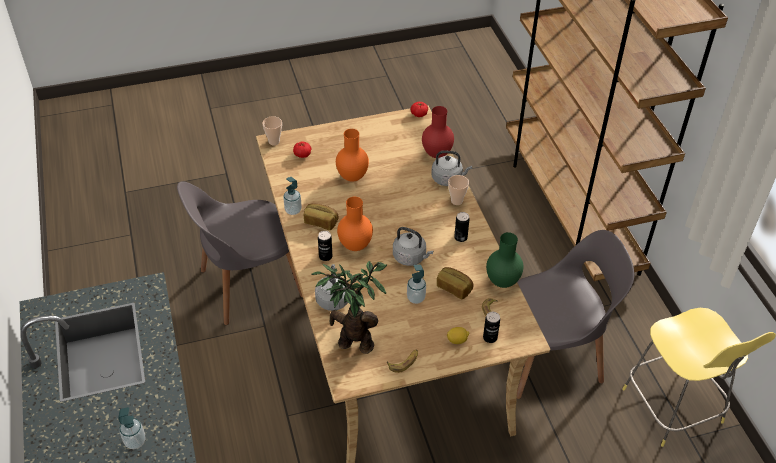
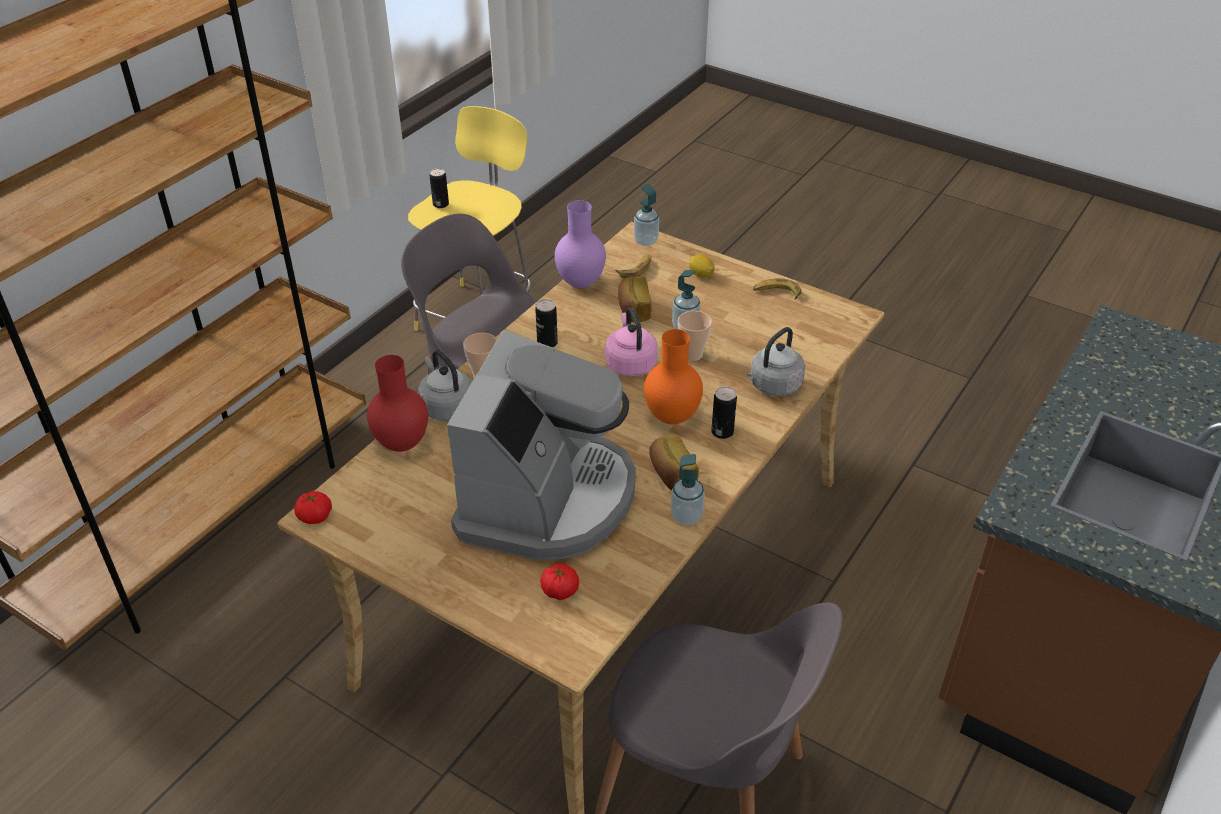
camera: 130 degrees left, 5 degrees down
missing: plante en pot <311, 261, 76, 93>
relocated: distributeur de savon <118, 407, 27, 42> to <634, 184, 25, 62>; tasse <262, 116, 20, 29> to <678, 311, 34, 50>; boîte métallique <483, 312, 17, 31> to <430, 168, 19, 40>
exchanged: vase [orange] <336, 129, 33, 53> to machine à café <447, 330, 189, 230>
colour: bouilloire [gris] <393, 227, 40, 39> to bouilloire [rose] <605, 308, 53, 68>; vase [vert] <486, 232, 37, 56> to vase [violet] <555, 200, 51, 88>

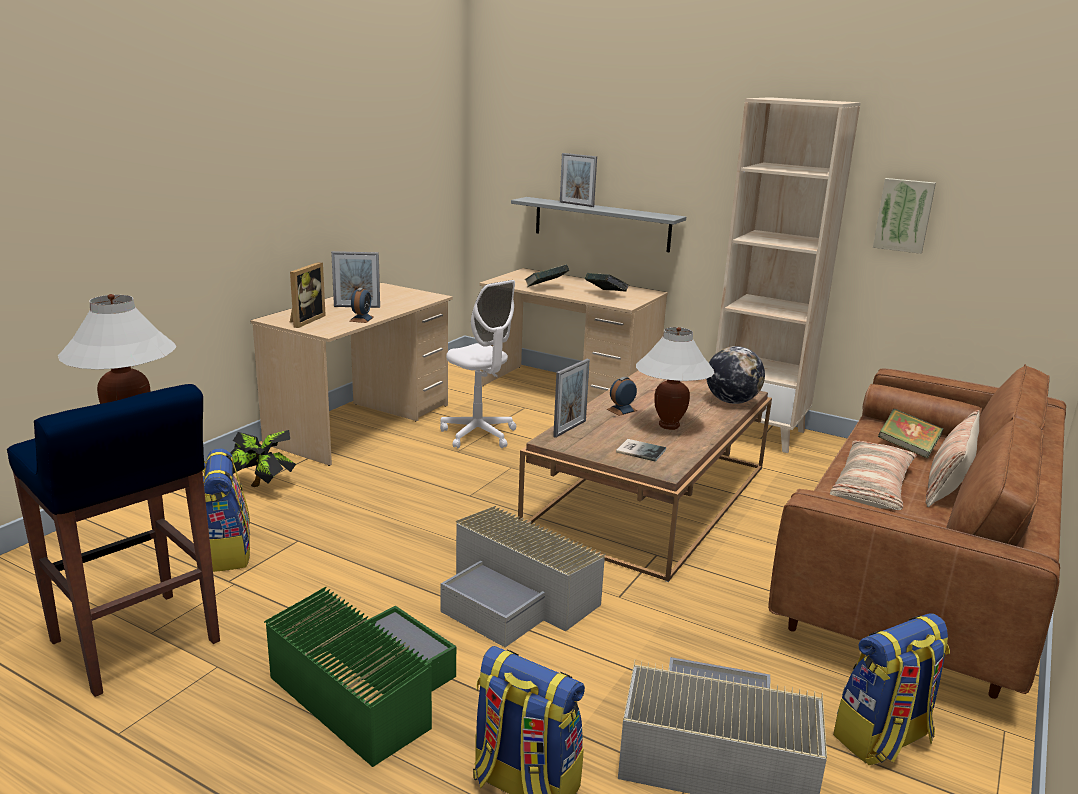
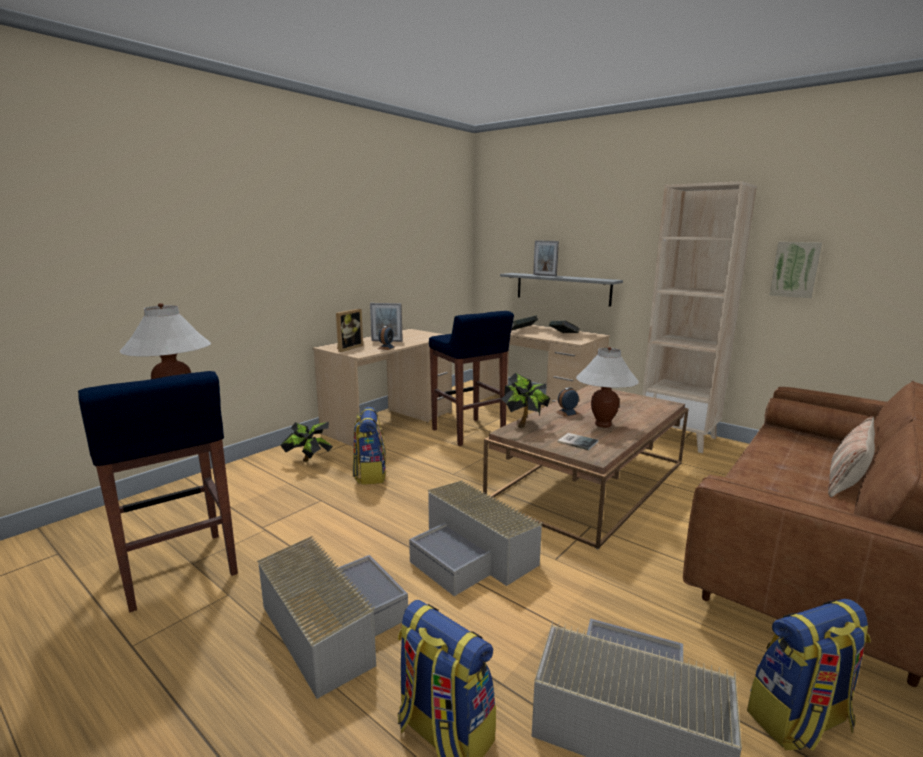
camera: 10 degrees right, 5 degrees down
missing: globe <706, 346, 59, 58>; coussin <830, 440, 87, 70>; livre <878, 409, 66, 50>
relocated: sac à dos <203, 448, 47, 124> to <353, 407, 33, 78>
exchanged: chaise de bureau [blanc] <440, 280, 76, 168> to tabouret [bleu] <429, 311, 85, 135>; cadre photo <553, 359, 37, 79> to plante en pot <501, 372, 49, 56>
colour: boîte de rangement [vert] <264, 586, 192, 181> to boîte de rangement [gris] <257, 536, 151, 163>

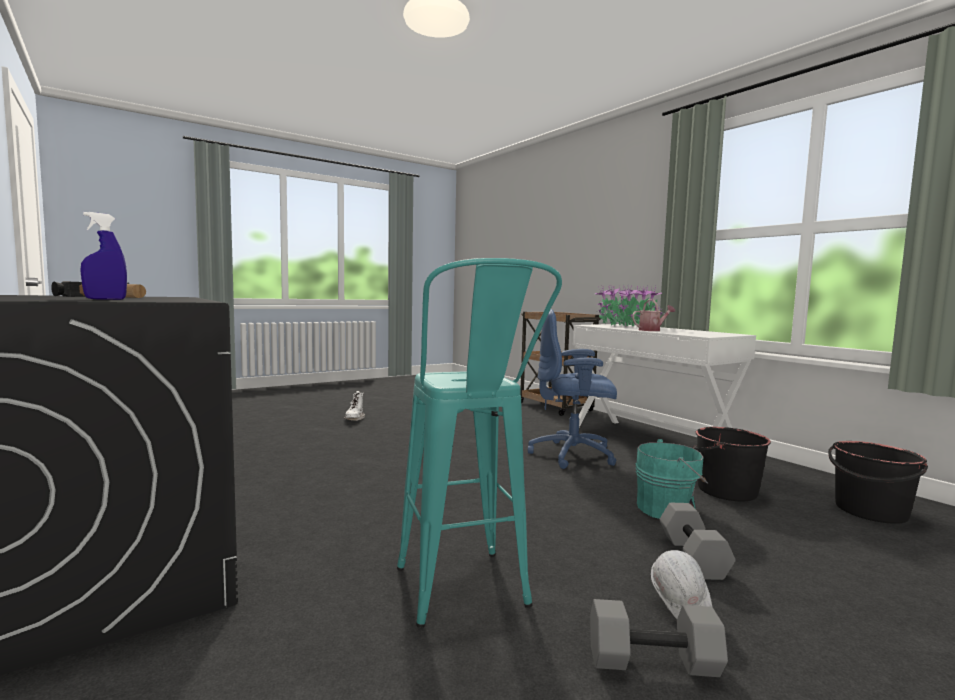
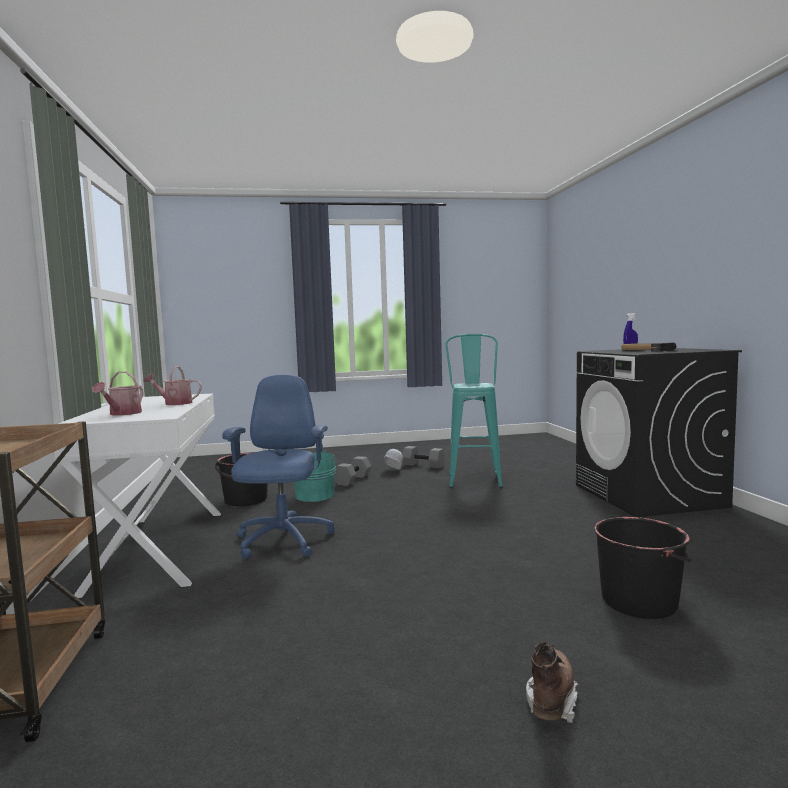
camera: 155 degrees left, 0 degrees up
relocated: seau [noir] <828, 441, 100, 83> to <594, 517, 98, 102>
exchanged: plante en pot <595, 284, 68, 42> to arrosoir <92, 372, 51, 44>
colour: botte [blanc] <344, 391, 21, 30> to botte [marron] <526, 641, 53, 82>
spun: chaise de bureau [bleu] <528, 309, 89, 160> = <222, 375, 113, 184> 120 degrees counterclockwise

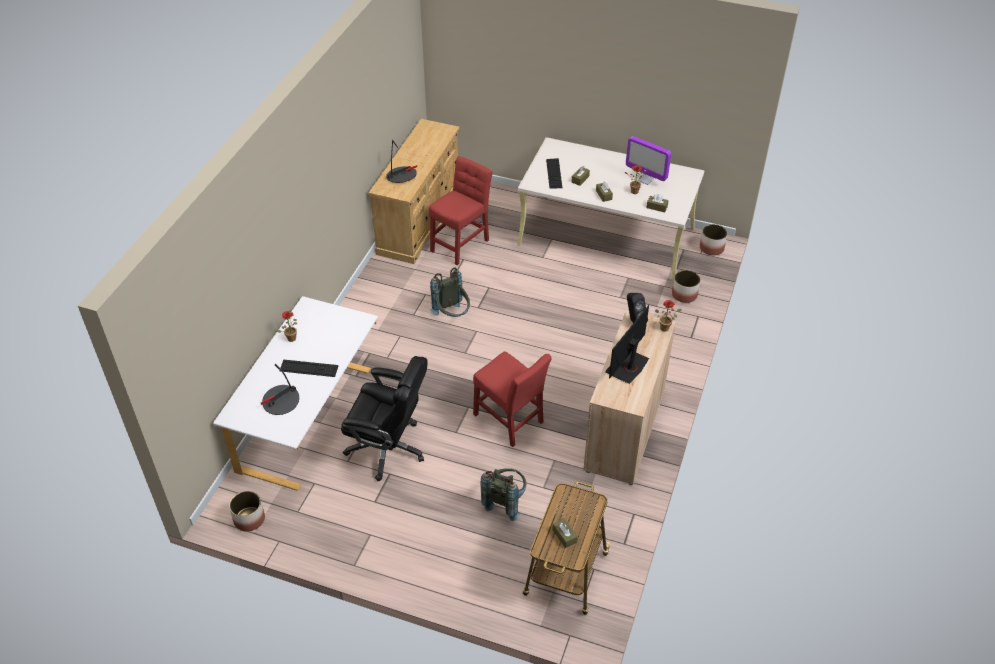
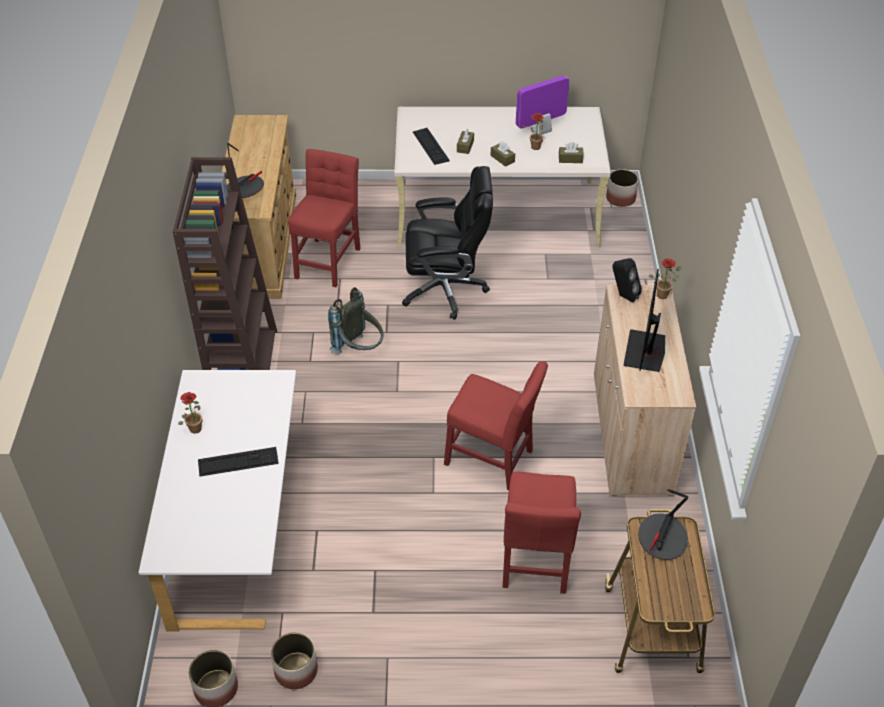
camera: 20 degrees left, 0 degrees up
missing: boîte à mouchoirs [marron] <552, 518, 25, 30>
appeared: bibliothèque [marron] <173, 157, 104, 213>
relocated: lampe de table <261, 364, 38, 51> to <638, 489, 50, 71>; chaise de bureau [noir] <341, 356, 86, 125> to <402, 166, 91, 154>; cache-pot <672, 270, 28, 33> to <271, 632, 47, 57>
exchanged: sac à dos [gris] <480, 468, 47, 53> to chaise [rouge] <503, 471, 78, 123>
spun: écran d'ordinateur <626, 136, 45, 49> = <516, 75, 53, 60> 135 degrees clockwise

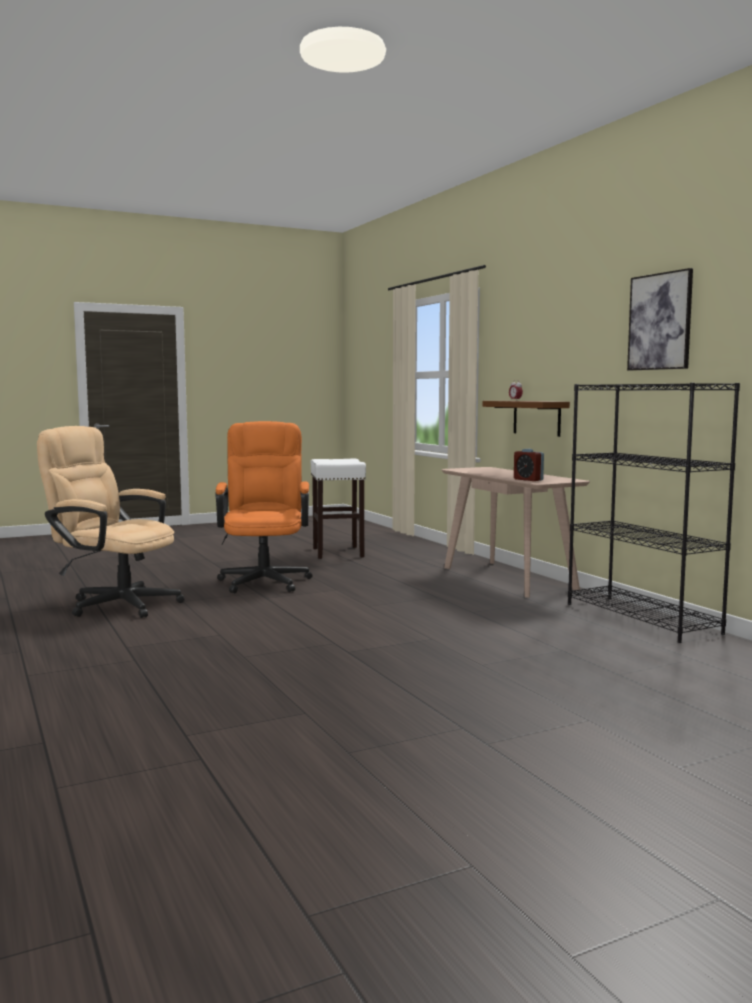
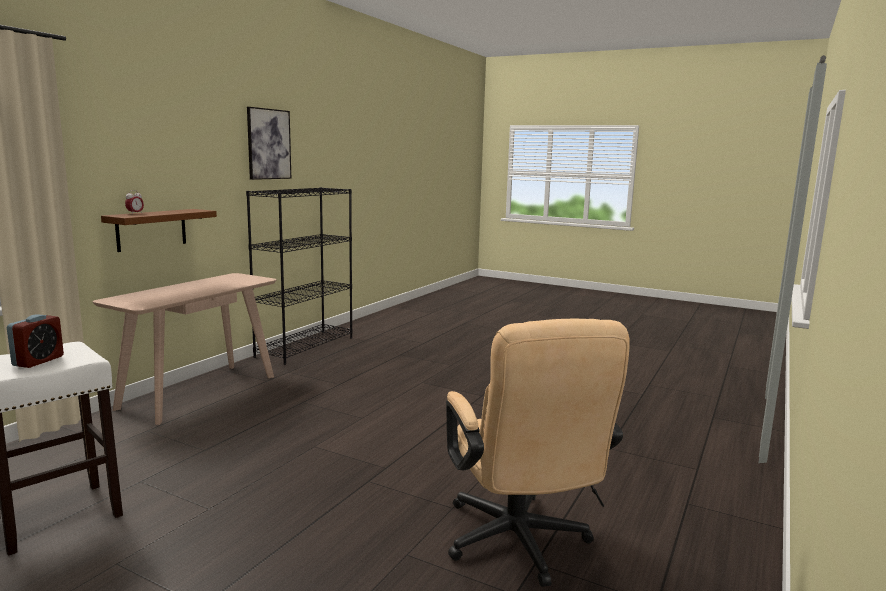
camera: 125 degrees left, 5 degrees up
missing: chaise de bureau [orange] <215, 421, 97, 172>
relocated: réveil <514, 449, 30, 32> to <7, 314, 57, 54>

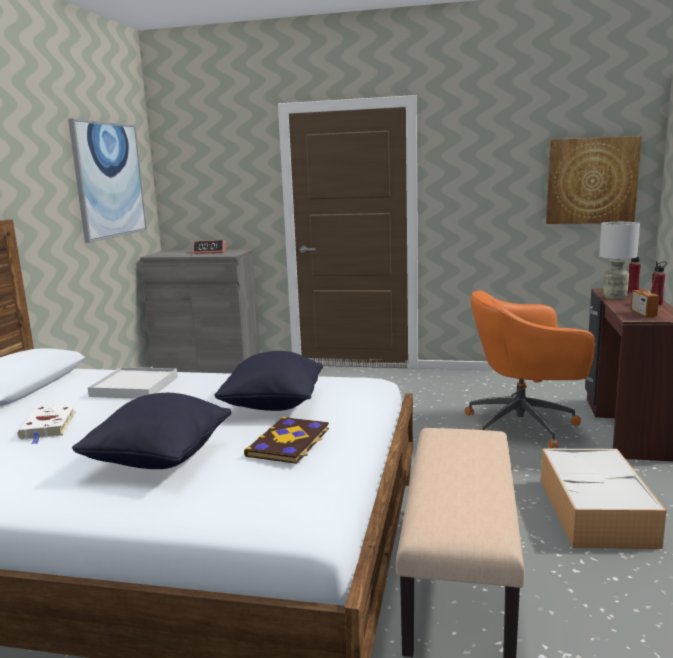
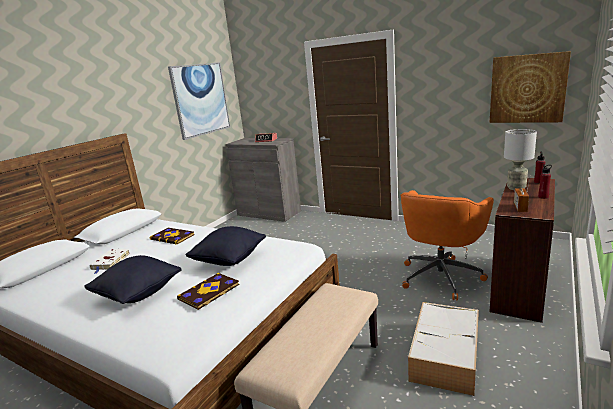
camera: 20 degrees right, 5 degrees up
exchanged: plateau [blanc] <88, 367, 90, 32> to livre <150, 228, 45, 17>
spun: chaise de bureau [orange] <465, 290, 130, 159> = <400, 190, 94, 111> 75 degrees counterclockwise

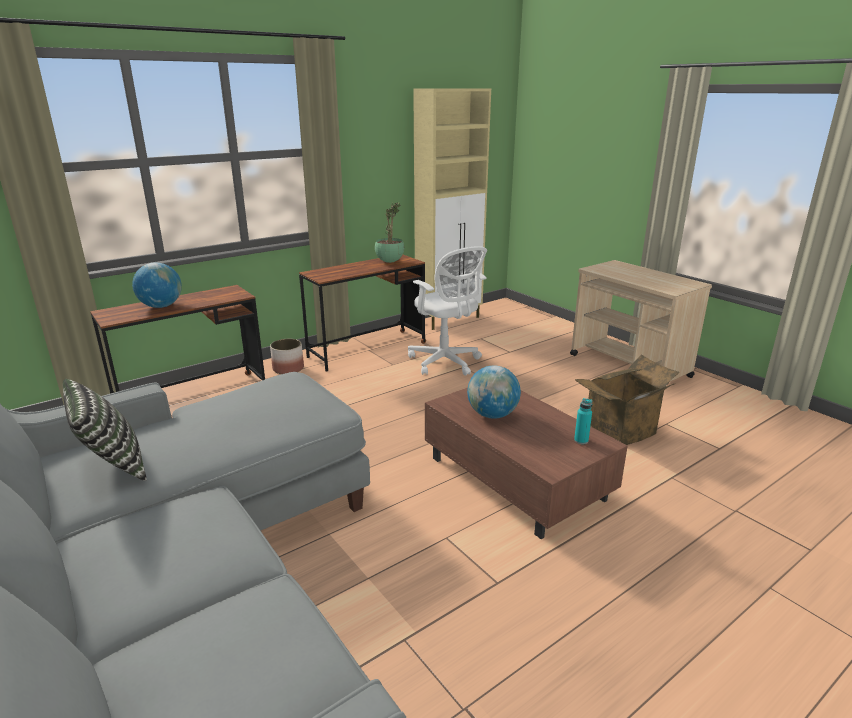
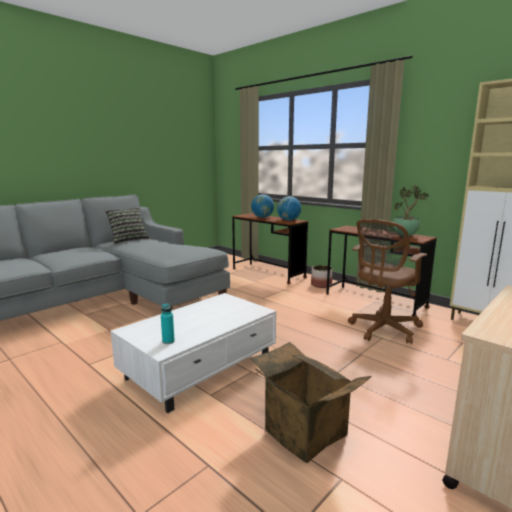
camera: 80 degrees right, 10 degrees down
relocated: globe <467, 365, 54, 54> to <277, 196, 24, 25>
colour: chaise de bureau [blanc] <408, 246, 79, 130> to chaise de bureau [marron] <348, 219, 79, 125>; table basse [marron] <425, 388, 203, 151> to table basse [blanc] <111, 293, 165, 120>

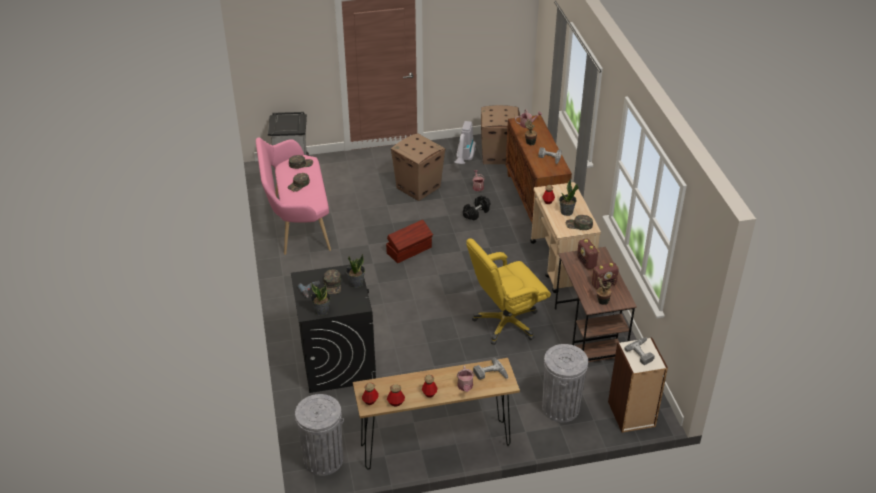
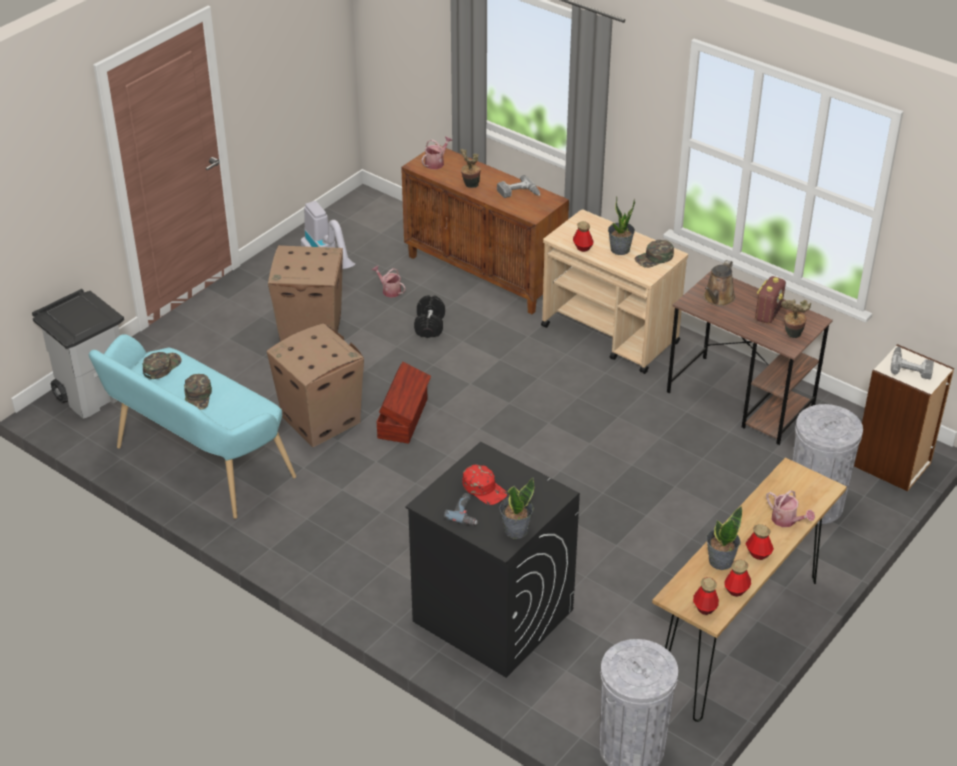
camera: 40 degrees left, 0 degrees up
missing: chaise de bureau [jaune] <466, 238, 85, 107>; perceuse <473, 358, 35, 22>
relocated: plante en pot <346, 254, 19, 34> to <706, 506, 36, 64>; carton <481, 105, 39, 59> to <267, 323, 97, 124>
exchanged: radio <577, 238, 22, 32> to arrosoir [marron] <704, 260, 31, 46>
colour: banc [rose] <256, 137, 75, 118> to banc [turquoise] <89, 334, 207, 185>; casquette [vert] <323, 270, 18, 24> to casquette [rouge] <462, 465, 45, 40>

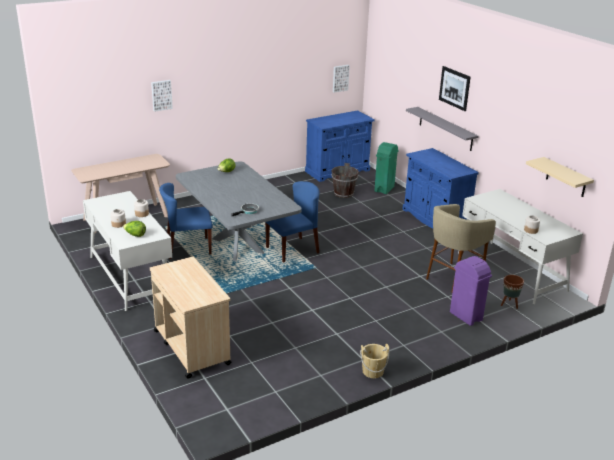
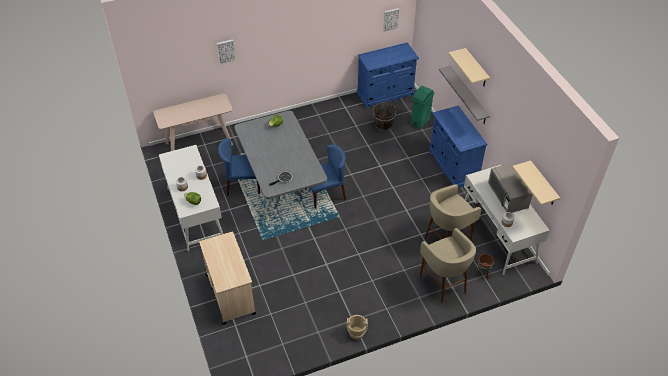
camera: 10 degrees right, 20 degrees up
appeared: micro-ondes [gris] <488, 163, 45, 50>
exchanged: tableau <439, 66, 32, 45> to étagère [beige] <448, 48, 42, 38>; poubelle [violet] <450, 256, 42, 70> to tabouret [beige] <420, 228, 56, 75>

